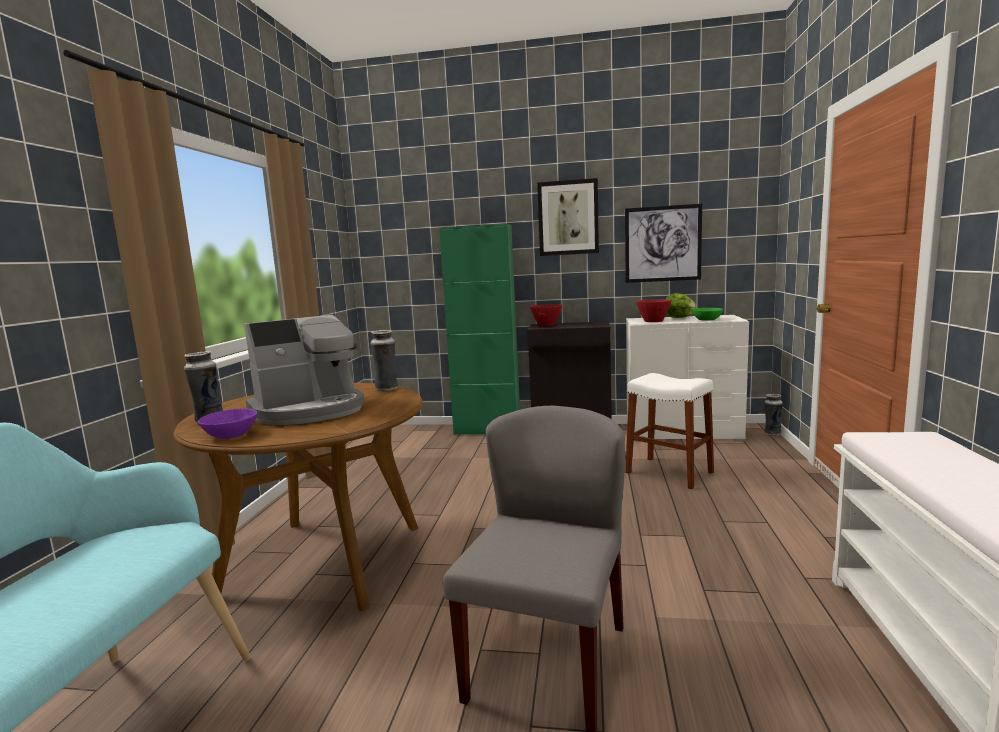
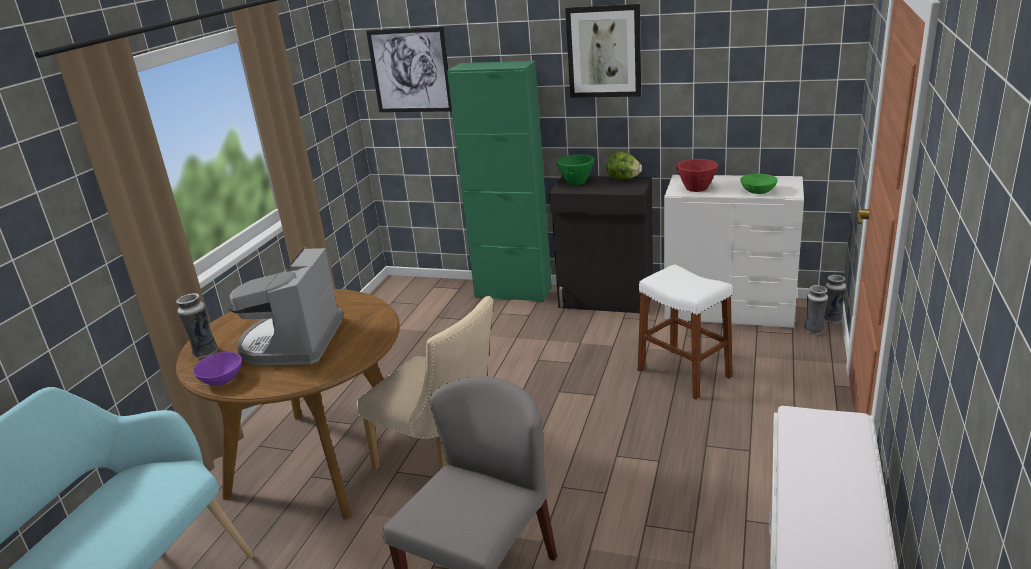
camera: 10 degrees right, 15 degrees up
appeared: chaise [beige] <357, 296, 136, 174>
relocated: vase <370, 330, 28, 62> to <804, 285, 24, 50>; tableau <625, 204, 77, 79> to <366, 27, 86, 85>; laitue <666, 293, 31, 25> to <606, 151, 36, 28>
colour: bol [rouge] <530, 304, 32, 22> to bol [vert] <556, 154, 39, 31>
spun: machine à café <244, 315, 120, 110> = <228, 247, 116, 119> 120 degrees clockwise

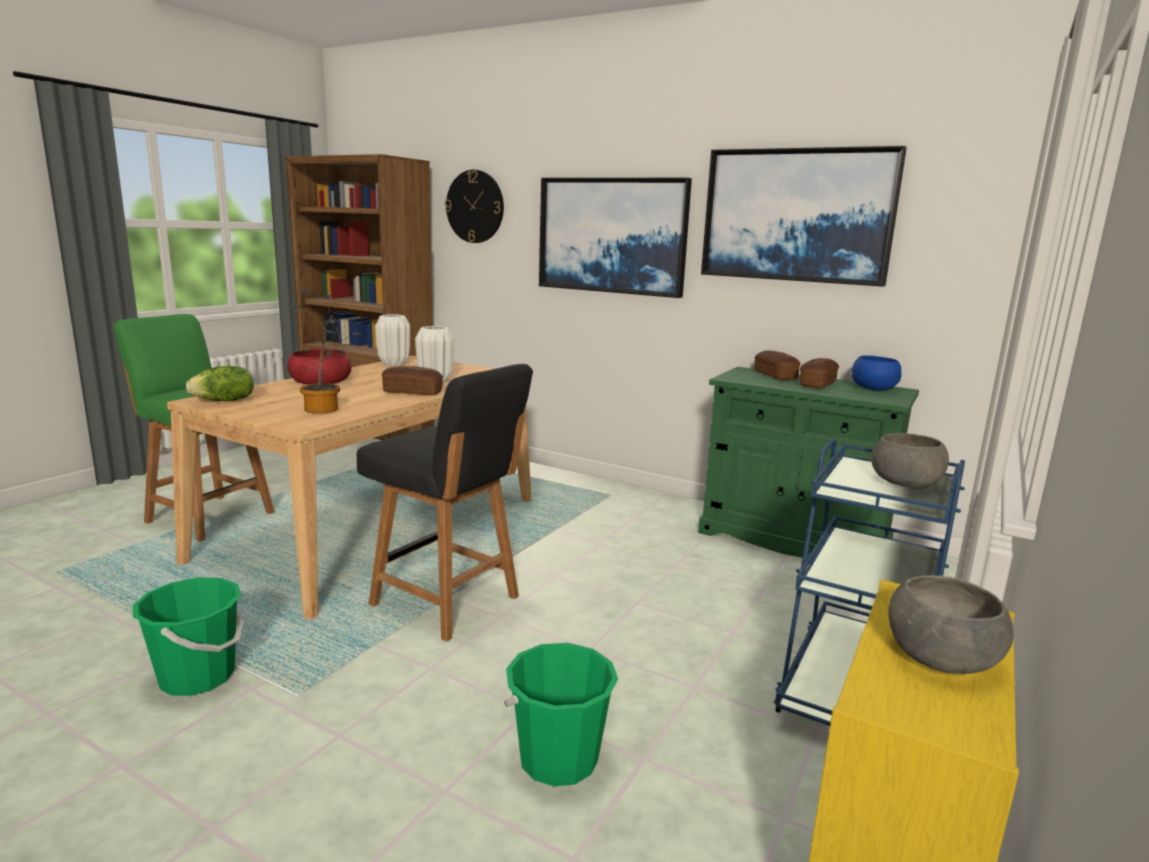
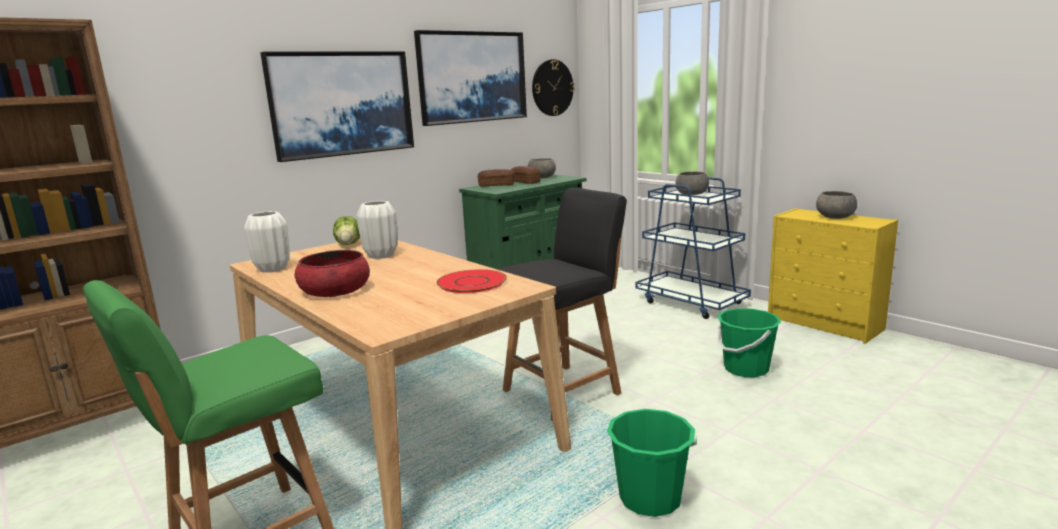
camera: 70 degrees left, 0 degrees up
missing: pain <382, 366, 61, 29>
relocated: laitue <186, 366, 68, 35> to <333, 216, 27, 29>; horloge murale <445, 170, 59, 73> to <532, 59, 43, 57>
exchanged: plante en pot <287, 289, 75, 125> to assiette [rouge] <436, 269, 71, 24>
colour: bol [bleu] <851, 355, 51, 36> to bol [gris] <528, 158, 28, 20>

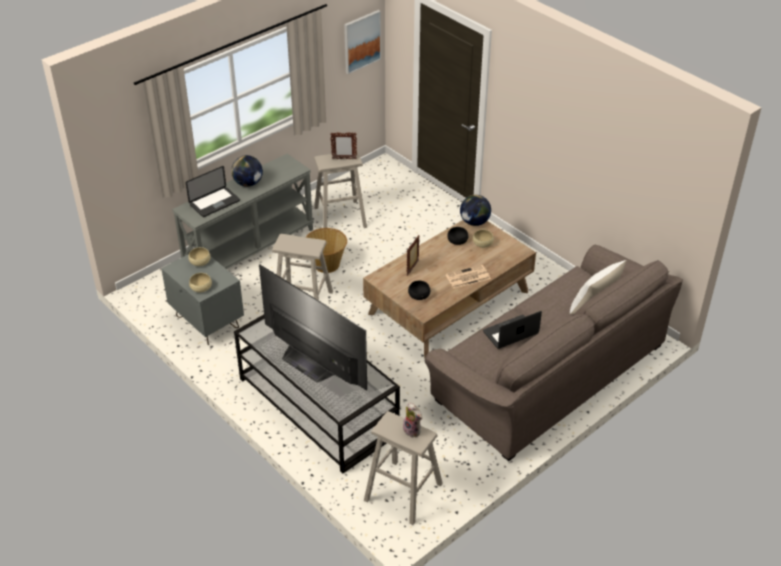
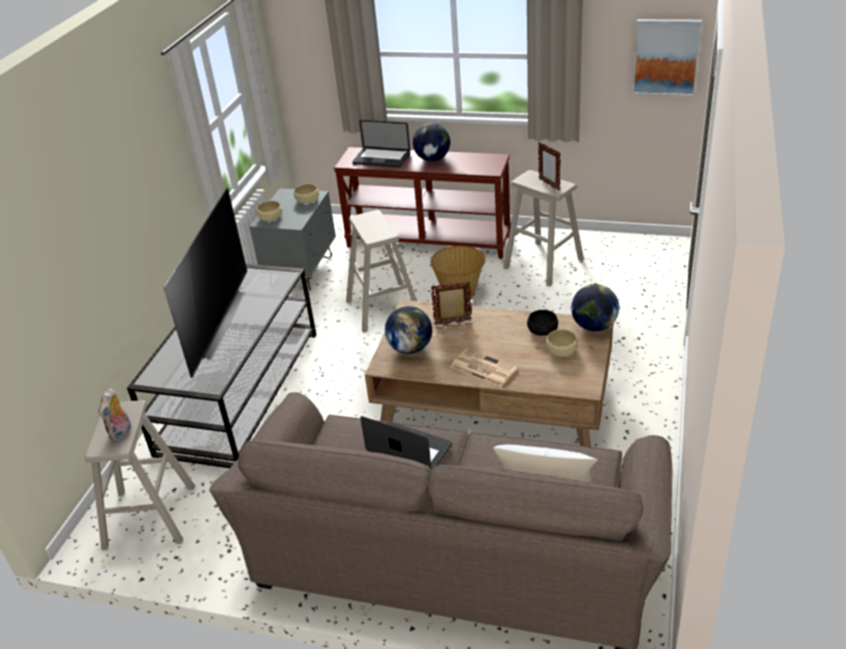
camera: 60 degrees right, 5 degrees down
exchanged: bol [noir] <408, 281, 22, 19> to globe <385, 306, 47, 48>
colour: table console [gris] <172, 154, 142, 115> to table console [marron] <334, 147, 177, 112>

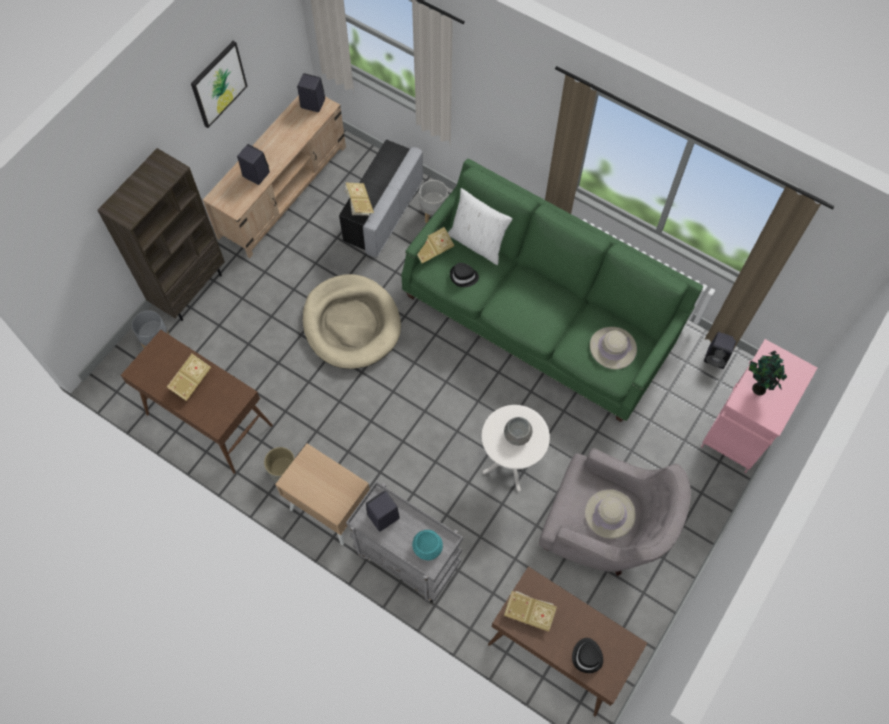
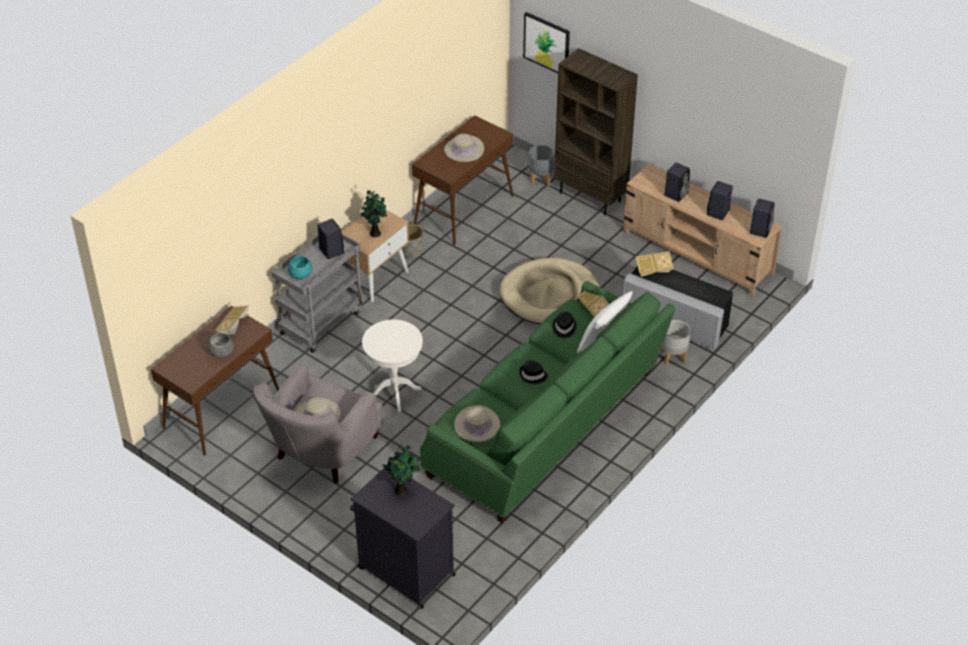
camera: 95 degrees right, 20 degrees down
appeared: plante en pot <360, 190, 27, 47>
relocated: tableau <191, 41, 57, 87> to <523, 12, 47, 61>; bol [gris] <504, 417, 28, 29> to <208, 333, 26, 25>; chapeau [noir] <572, 638, 31, 35> to <519, 360, 29, 24>; enceinte [noir] <704, 332, 32, 37> to <707, 181, 26, 39>
exchanged: livre <167, 354, 44, 47> to chapeau [beige] <444, 134, 40, 28>
colour: meuble de rangement [rose] <701, 339, 116, 134> to meuble de rangement [noir] <350, 466, 105, 143>

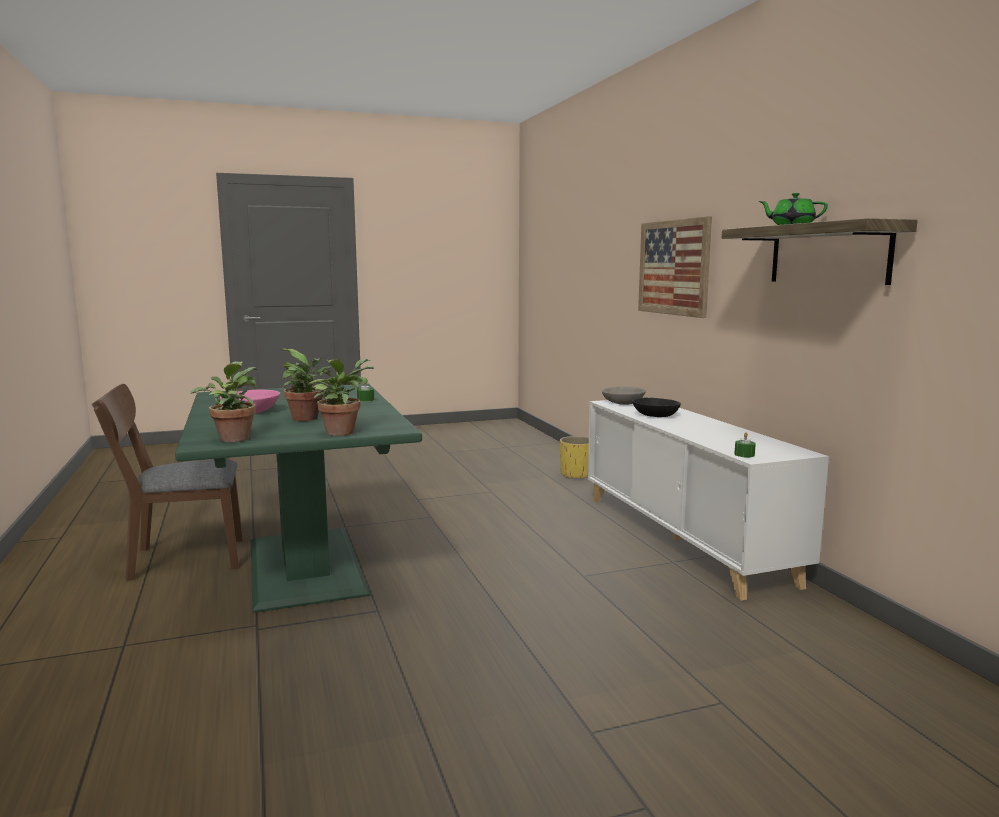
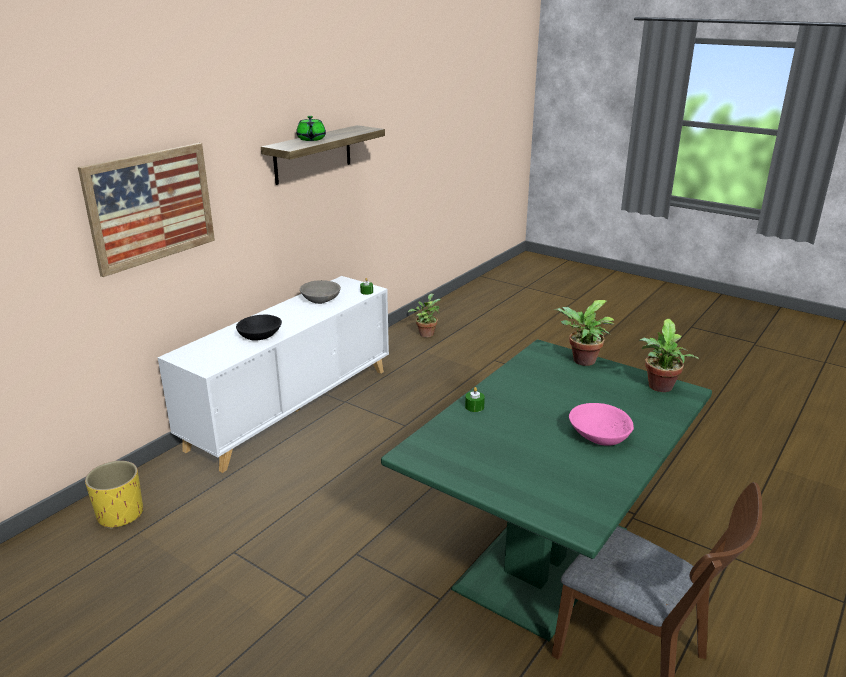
camera: 125 degrees left, 15 degrees up
relocated: plante en pot <280, 349, 52, 72> to <408, 294, 33, 44>; bol [gris] <602, 387, 44, 18> to <300, 280, 41, 24>

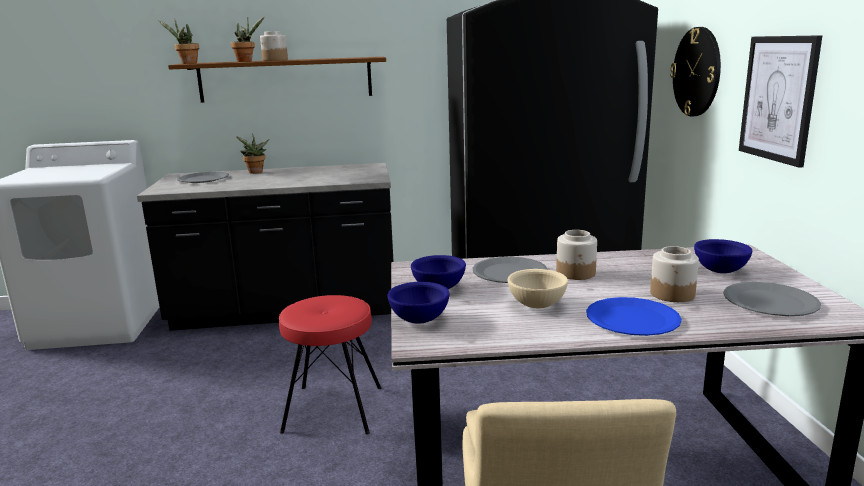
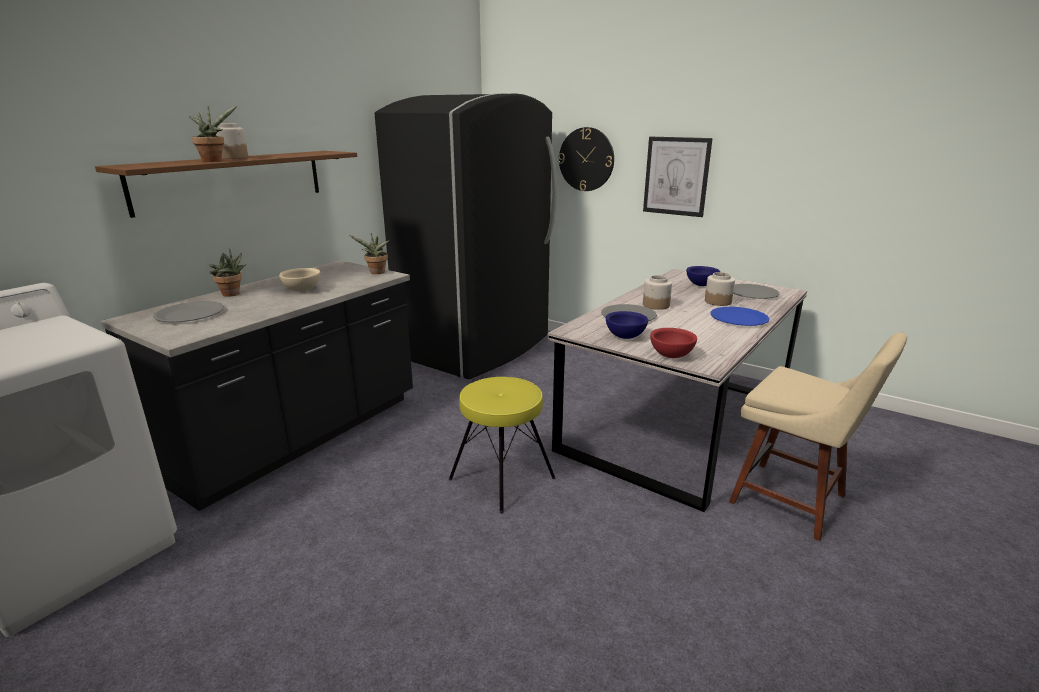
camera: 50 degrees left, 5 degrees up
relocated: plante en pot <158, 20, 42, 44> to <349, 233, 41, 41>; bol [beige] <508, 269, 60, 39> to <279, 268, 41, 24>
colour: tabouret [rouge] <279, 295, 102, 139> to tabouret [jaune] <449, 377, 107, 137>; bol [bleu] <387, 282, 63, 42> to bol [rouge] <650, 328, 47, 30>

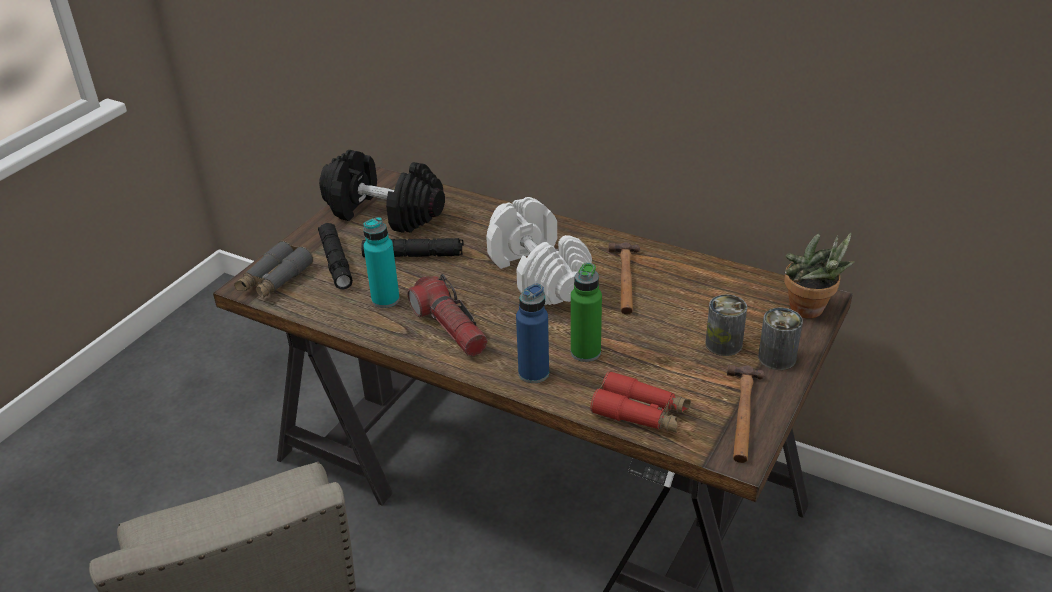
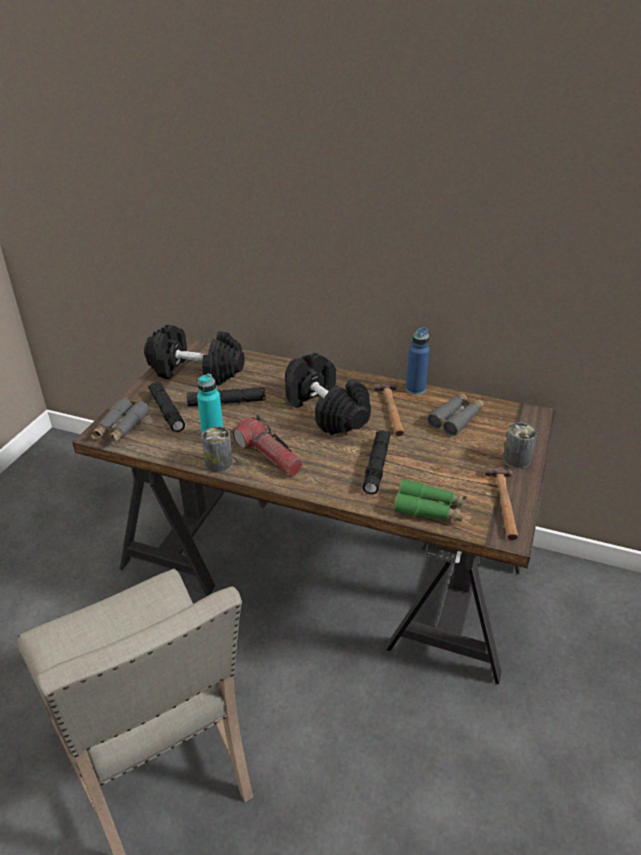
camera: 10 degrees left, 0 degrees up
missing: plante en pot <784, 233, 71, 85>
appeared: jumelles [gris] <427, 393, 57, 43>
relocated: bouteille [bleu] <516, 284, 33, 99> to <406, 327, 24, 68>; boîte métallique <705, 294, 42, 62> to <202, 426, 31, 47>
exchanged: bouteille [vert] <571, 263, 31, 99> to lampe de poche [noir] <363, 431, 28, 64>
colour: haltère [blanc] <486, 197, 106, 108> to haltère [noir] <285, 353, 86, 82>; jumelles [rouge] <591, 371, 100, 62> to jumelles [vert] <394, 479, 73, 43>

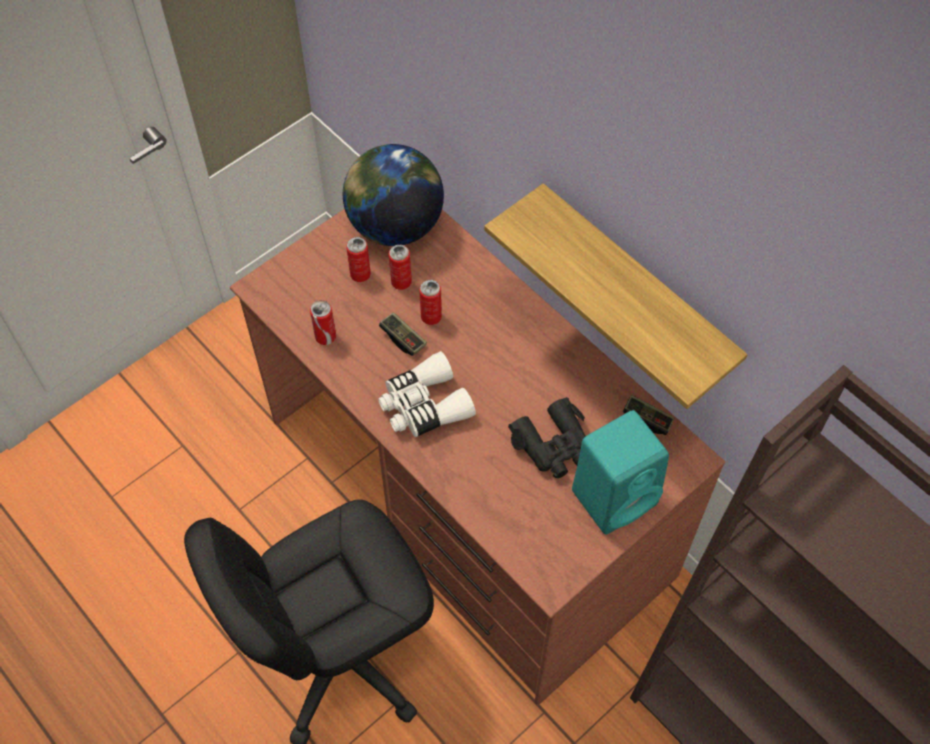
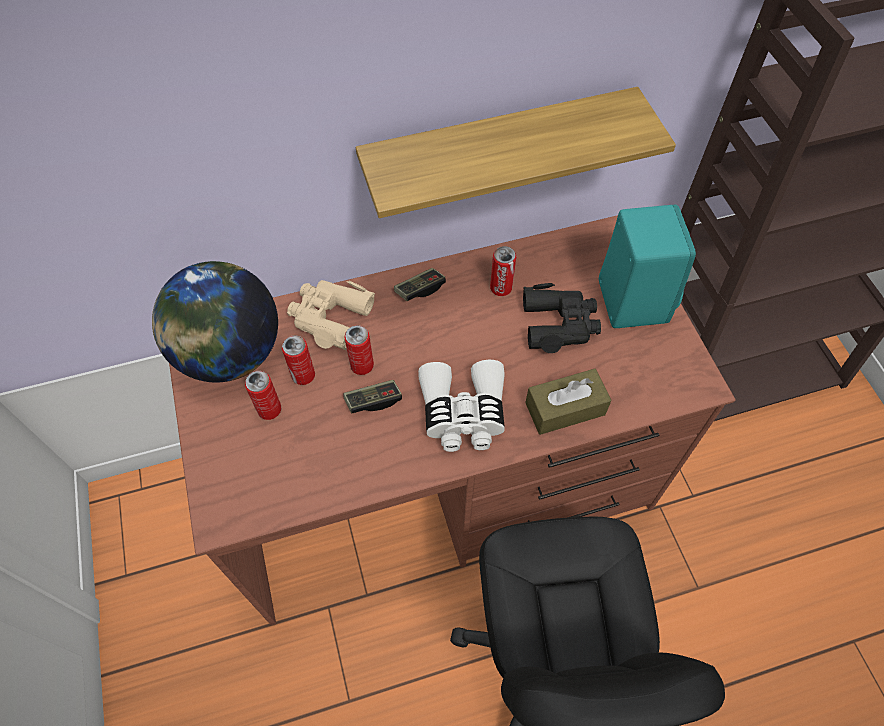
camera: 65 degrees left, 0 degrees up
appeared: jumelles [beige] <287, 280, 88, 70>; boîte à mouchoirs [marron] <525, 369, 87, 66>
relocated: boîte métallique <310, 300, 26, 45> to <490, 246, 26, 50>; manette <623, 395, 52, 40> to <394, 268, 52, 33>

